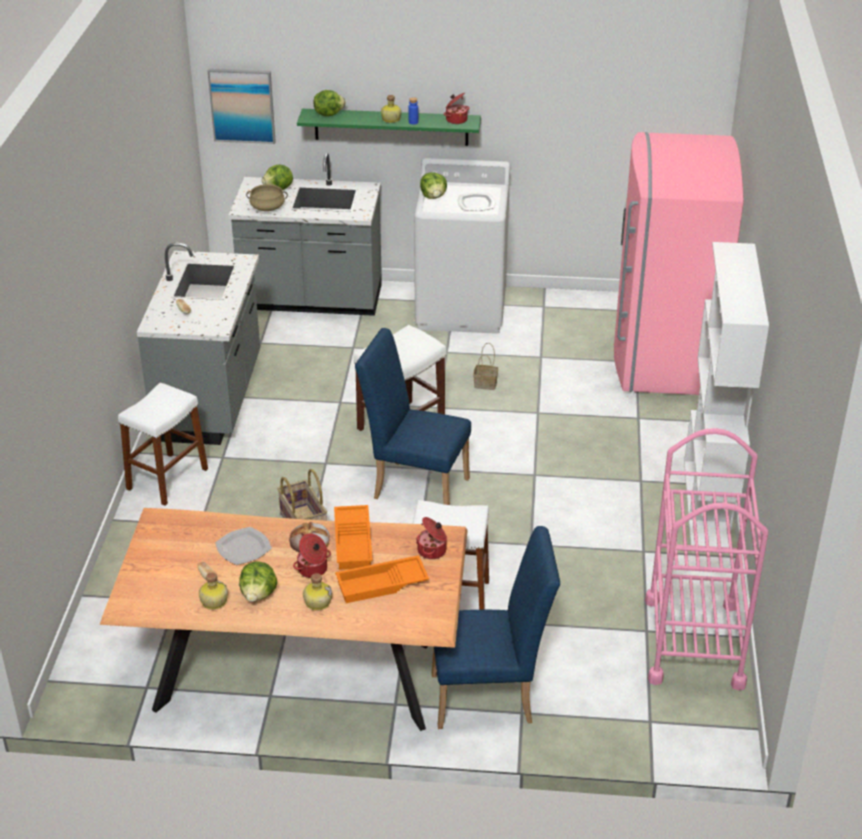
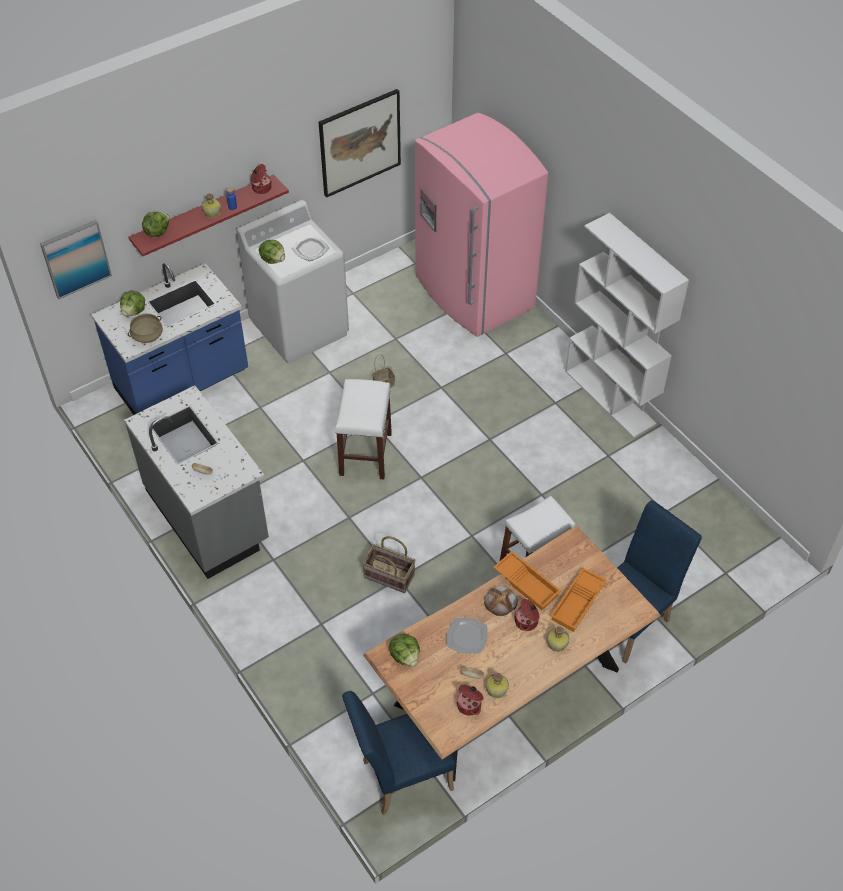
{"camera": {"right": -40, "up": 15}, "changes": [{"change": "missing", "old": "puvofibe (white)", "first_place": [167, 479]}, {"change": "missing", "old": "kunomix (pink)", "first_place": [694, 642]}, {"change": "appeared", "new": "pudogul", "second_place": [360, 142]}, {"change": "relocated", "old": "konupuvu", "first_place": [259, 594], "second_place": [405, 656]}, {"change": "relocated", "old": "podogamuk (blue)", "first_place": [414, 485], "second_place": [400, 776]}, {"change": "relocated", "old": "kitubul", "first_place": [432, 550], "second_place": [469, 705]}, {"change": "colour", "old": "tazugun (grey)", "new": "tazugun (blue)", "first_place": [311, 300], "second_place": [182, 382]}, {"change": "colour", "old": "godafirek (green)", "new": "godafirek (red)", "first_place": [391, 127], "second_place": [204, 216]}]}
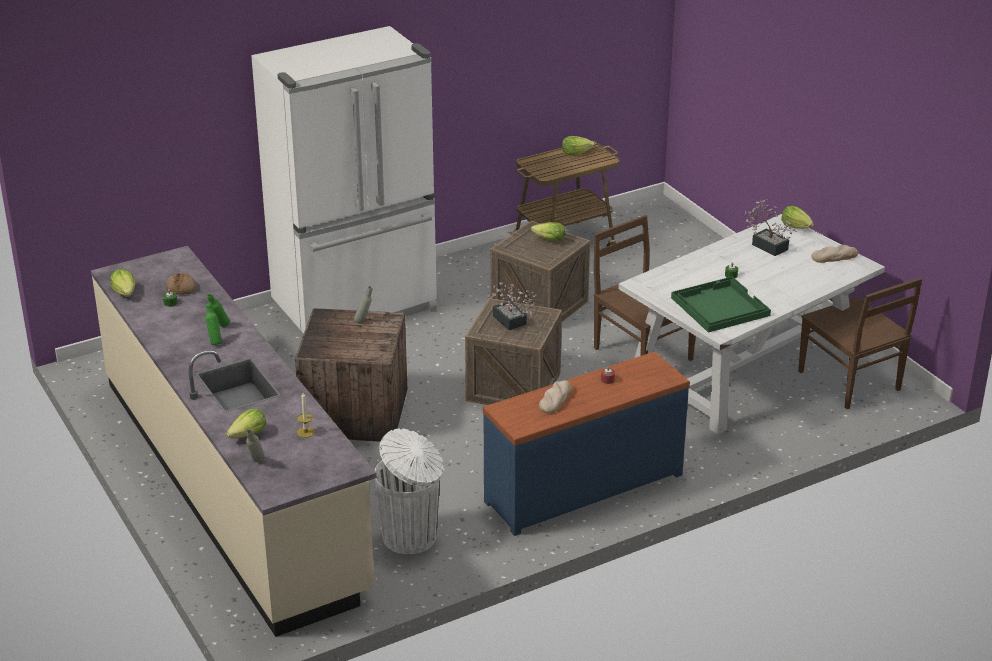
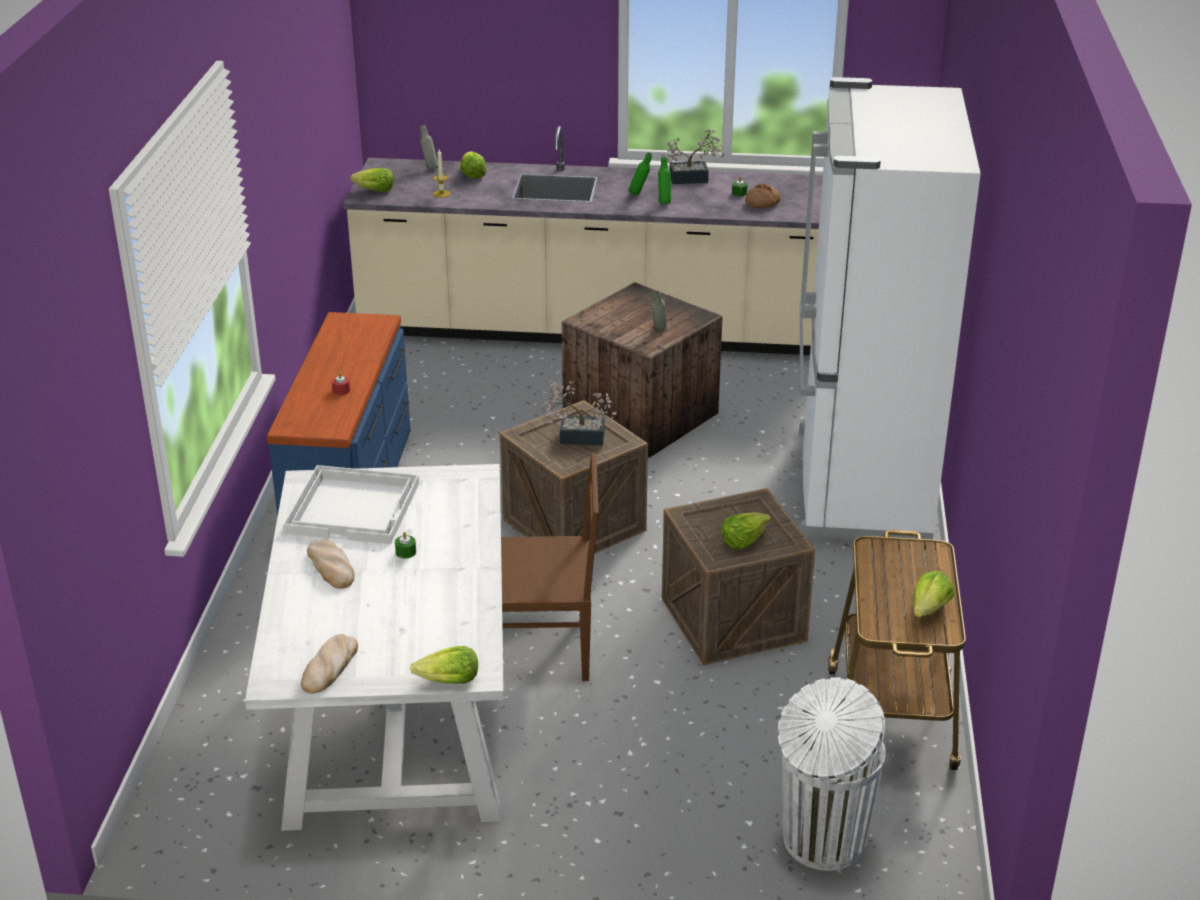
{"camera": {"right": 125, "up": 0}, "changes": [{"change": "missing", "old": "podogamuk (brown)", "first_place": [850, 382]}, {"change": "relocated", "old": "konupuvu", "first_place": [125, 292], "second_place": [374, 191]}, {"change": "relocated", "old": "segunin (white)", "first_place": [411, 537], "second_place": [822, 841]}, {"change": "relocated", "old": "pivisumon", "first_place": [555, 399], "second_place": [332, 567]}, {"change": "relocated", "old": "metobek", "first_place": [767, 245], "second_place": [693, 178]}, {"change": "colour", "old": "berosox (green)", "new": "berosox (white)", "first_place": [719, 306], "second_place": [354, 507]}]}
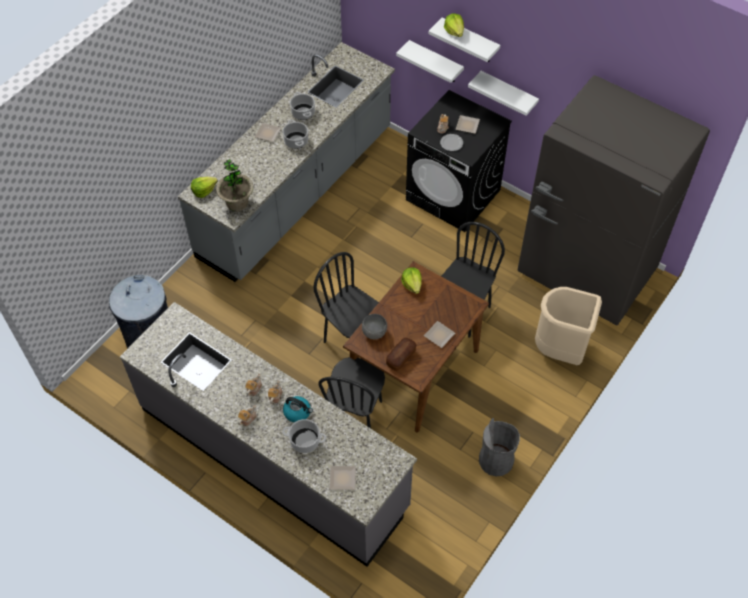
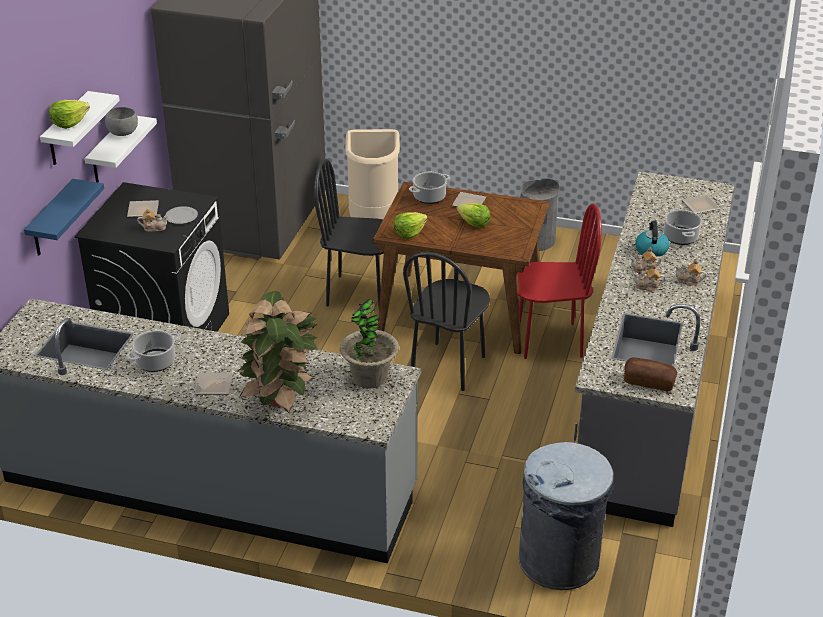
{"camera": {"right": -110, "up": -20}, "changes": [{"change": "appeared", "new": "metobek", "second_place": [280, 398]}, {"change": "relocated", "old": "konupuvu", "first_place": [204, 190], "second_place": [473, 223]}, {"change": "relocated", "old": "kitubul", "first_place": [296, 141], "second_place": [429, 197]}, {"change": "relocated", "old": "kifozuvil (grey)", "first_place": [374, 332], "second_place": [122, 133]}, {"change": "relocated", "old": "pivisumon", "first_place": [401, 357], "second_place": [649, 382]}, {"change": "colour", "old": "podogamuk (black)", "new": "podogamuk (red)", "first_place": [355, 415], "second_place": [549, 341]}, {"change": "colour", "old": "godafirek (white)", "new": "godafirek (blue)", "first_place": [435, 62], "second_place": [51, 220]}]}
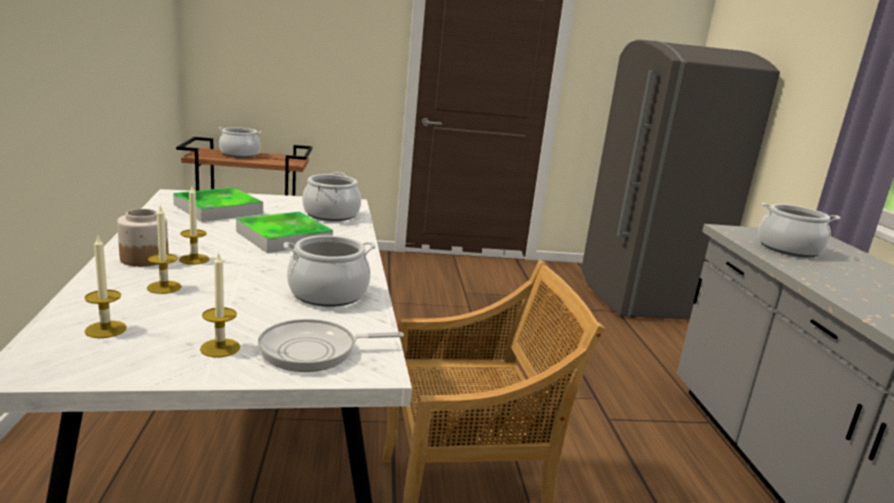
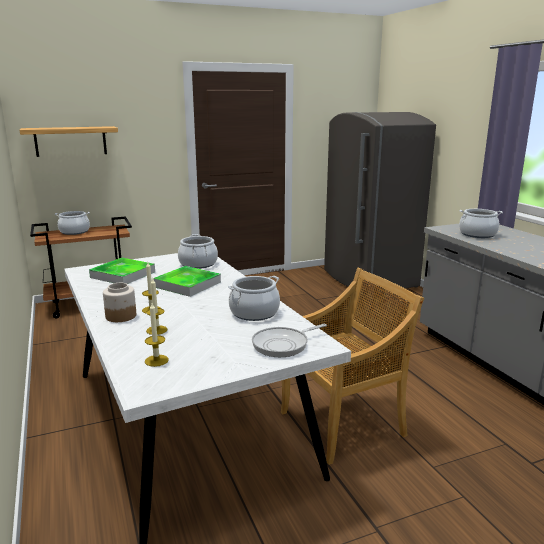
{"camera": {"right": -15, "up": 0}, "changes": [{"change": "missing", "old": "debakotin", "first_place": [220, 348]}, {"change": "appeared", "new": "godafirek", "second_place": [70, 141]}]}
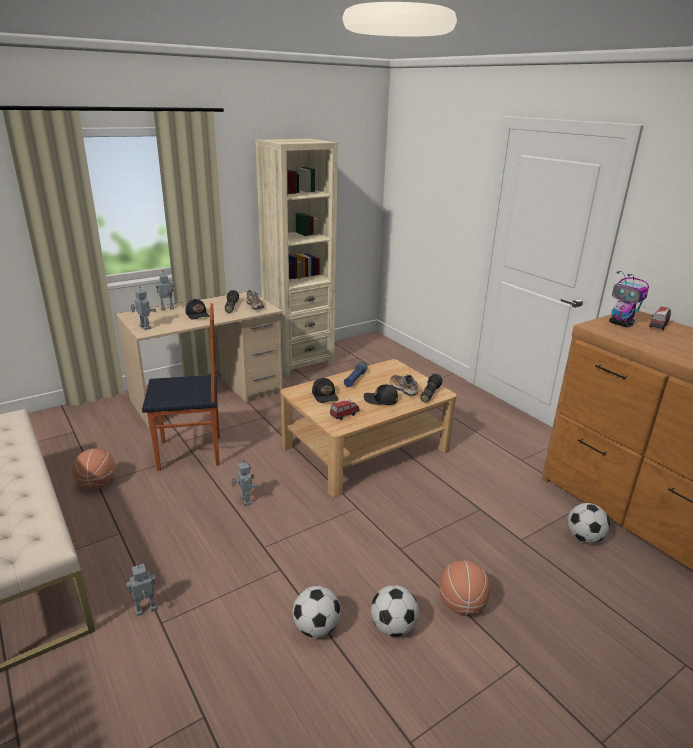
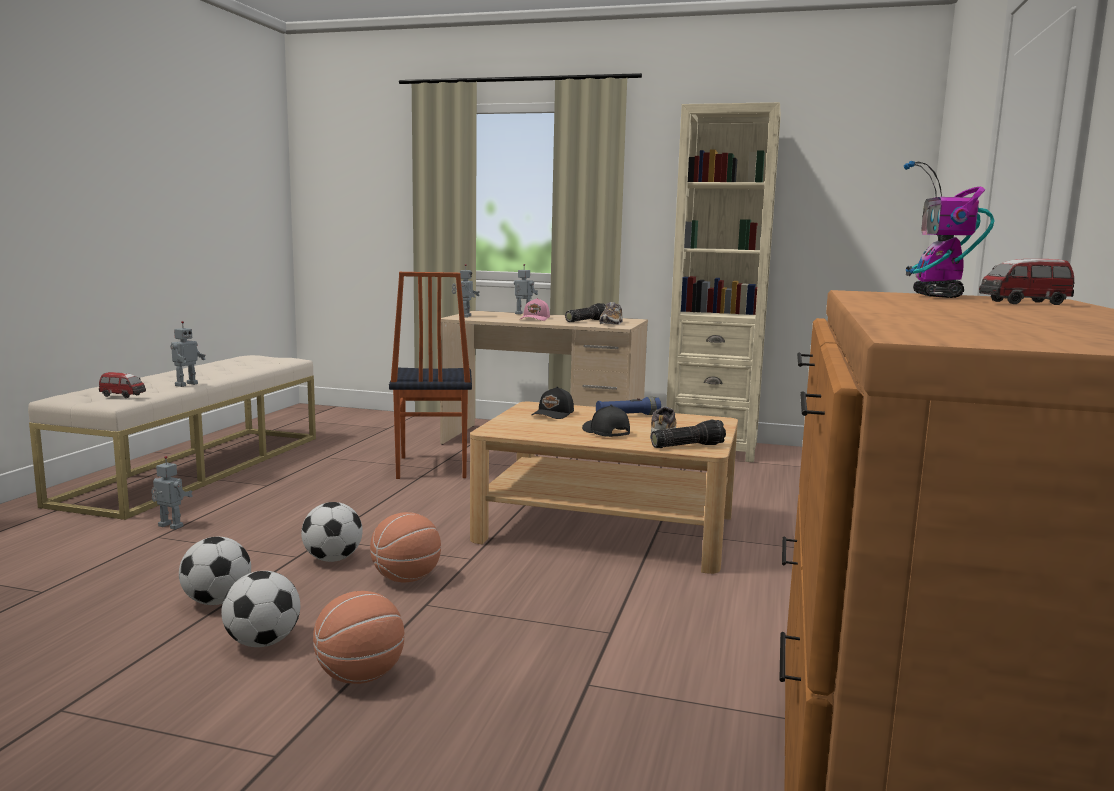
{"camera": {"right": 50, "up": -15}, "changes": [{"change": "relocated", "old": "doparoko", "first_place": [97, 483], "second_place": [406, 578]}, {"change": "relocated", "old": "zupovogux", "first_place": [245, 501], "second_place": [185, 384]}, {"change": "relocated", "old": "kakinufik", "first_place": [344, 415], "second_place": [123, 396]}, {"change": "relocated", "old": "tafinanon", "first_place": [584, 537], "second_place": [333, 559]}, {"change": "colour", "old": "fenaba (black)", "new": "fenaba (pink)", "first_place": [198, 315], "second_place": [535, 319]}, {"change": "spun", "old": "podogamuk", "first_place": [190, 454], "second_place": [430, 467], "degrees": 45}]}
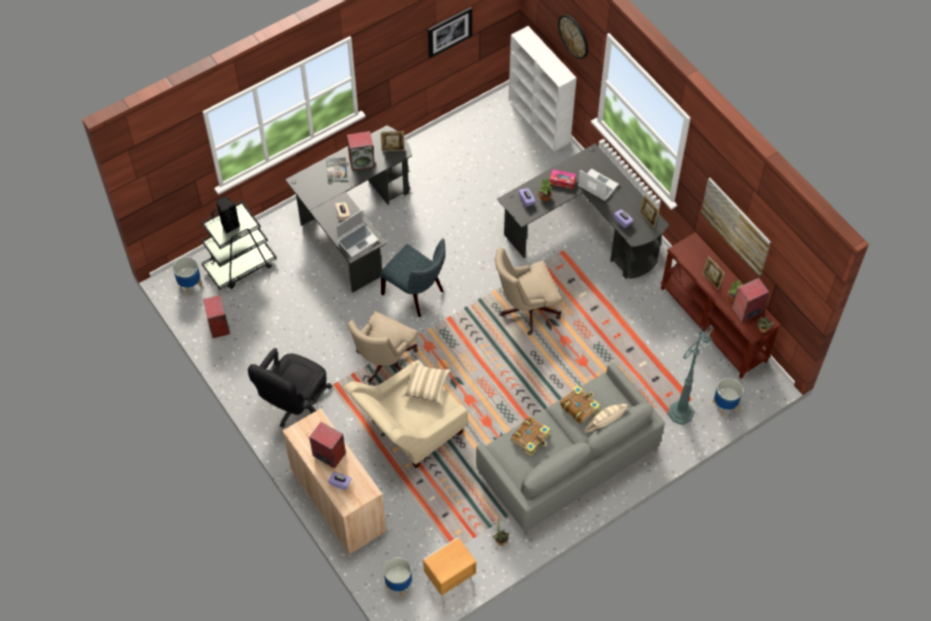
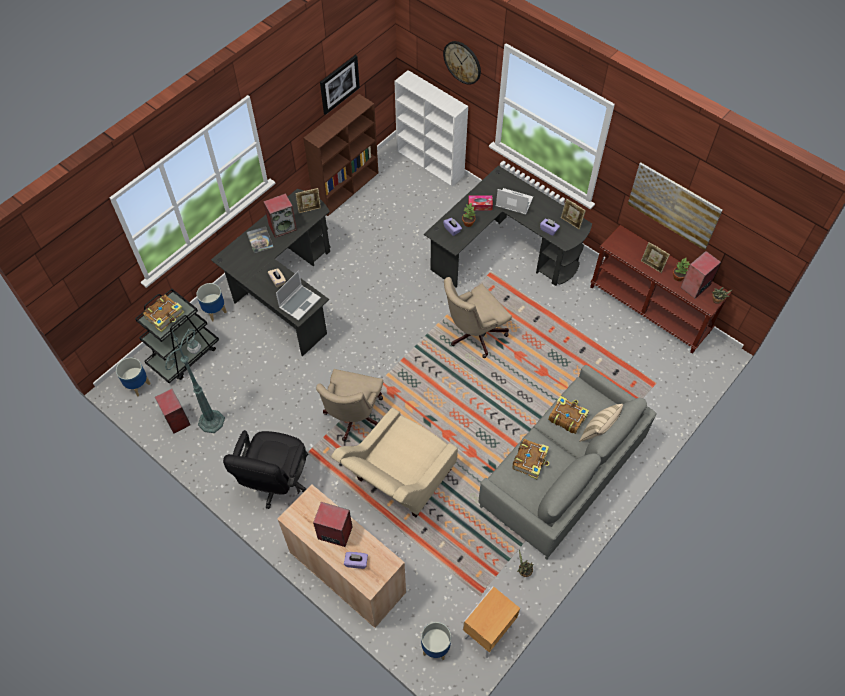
{"camera": {"right": -15, "up": 0}, "changes": [{"change": "missing", "old": "podogamuk (grey)", "first_place": [416, 293]}, {"change": "missing", "old": "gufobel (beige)", "first_place": [426, 386]}, {"change": "appeared", "new": "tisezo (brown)", "second_place": [346, 188]}, {"change": "relocated", "old": "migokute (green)", "first_place": [682, 411], "second_place": [212, 420]}, {"change": "relocated", "old": "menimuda", "first_place": [725, 406], "second_place": [215, 311]}, {"change": "exchanged", "old": "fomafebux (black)", "new": "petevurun", "first_place": [229, 225], "second_place": [165, 316]}]}
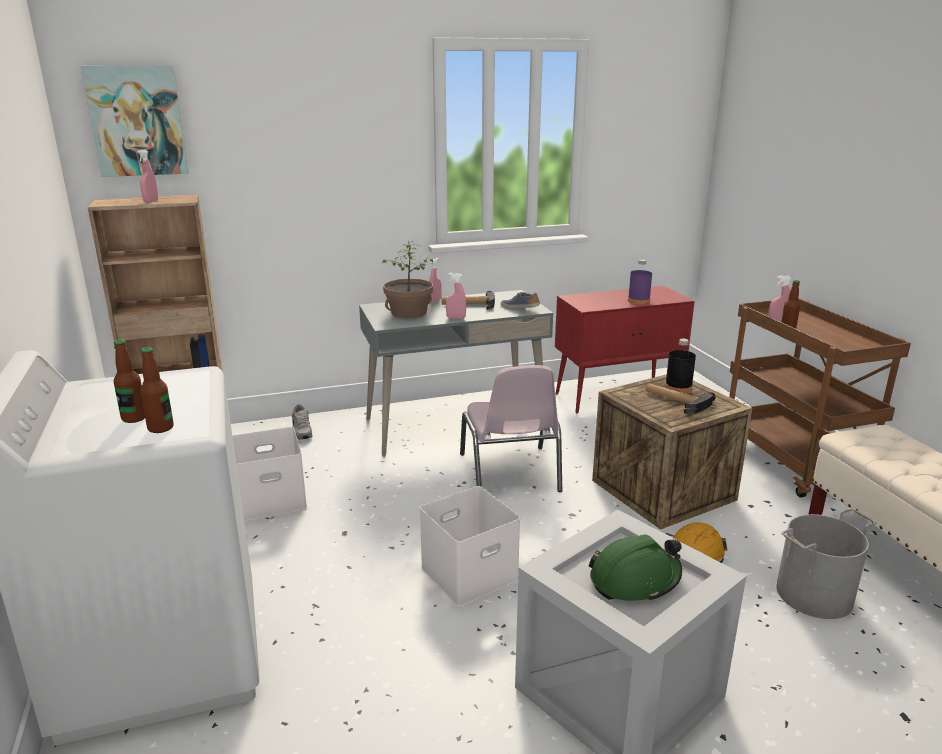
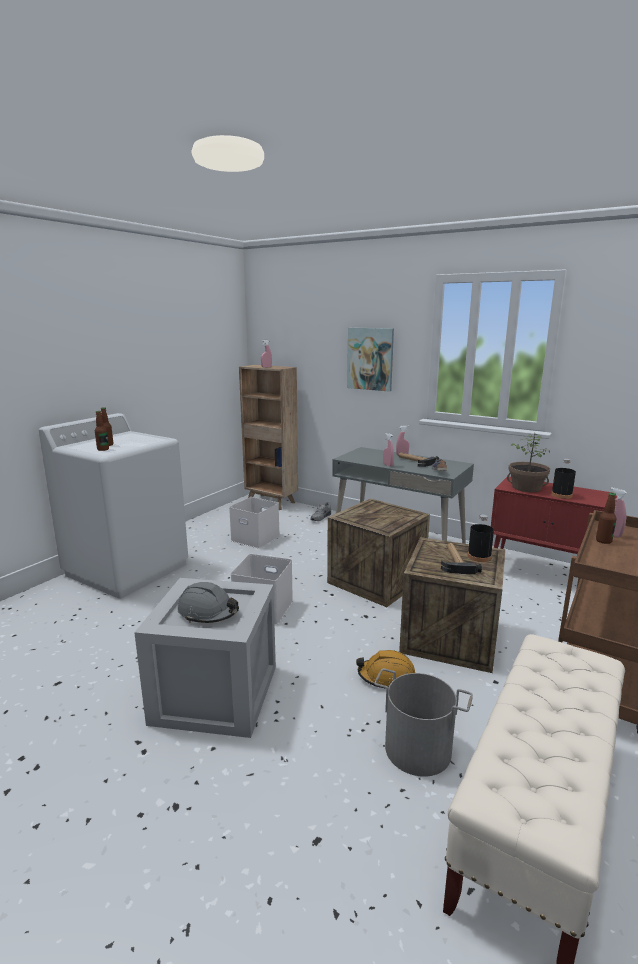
{"camera": {"right": 50, "up": -5}, "changes": [{"change": "relocated", "old": "pudogul", "first_place": [137, 121], "second_place": [370, 359]}, {"change": "relocated", "old": "metobek", "first_place": [409, 312], "second_place": [526, 487]}, {"change": "exchanged", "old": "podogamuk (pink)", "new": "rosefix", "first_place": [510, 473], "second_place": [376, 581]}, {"change": "colour", "old": "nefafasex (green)", "new": "nefafasex (grey)", "first_place": [635, 580], "second_place": [208, 612]}, {"change": "colour", "old": "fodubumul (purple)", "new": "fodubumul (black)", "first_place": [638, 301], "second_place": [561, 495]}]}
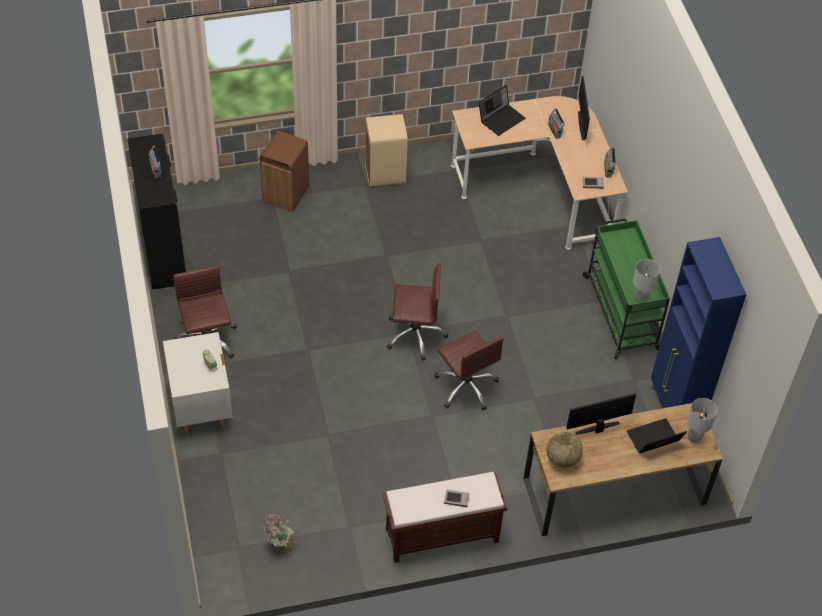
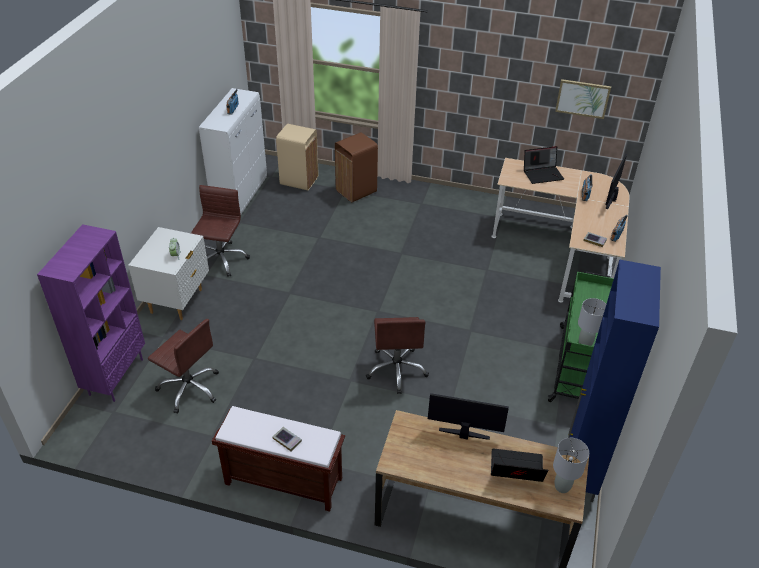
{"camera": {"right": 30, "up": -10}, "changes": [{"change": "missing", "old": "metobek", "first_place": [281, 546]}, {"change": "missing", "old": "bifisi", "first_place": [562, 459]}, {"change": "appeared", "new": "tisezo (purple)", "second_place": [116, 376]}, {"change": "appeared", "new": "pudogul", "second_place": [582, 98]}, {"change": "relocated", "old": "segunin (beige)", "first_place": [385, 174], "second_place": [299, 181]}, {"change": "relocated", "old": "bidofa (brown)", "first_place": [415, 334], "second_place": [189, 388]}, {"change": "colour", "old": "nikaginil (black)", "new": "nikaginil (white)", "first_place": [163, 252], "second_place": [240, 196]}]}
